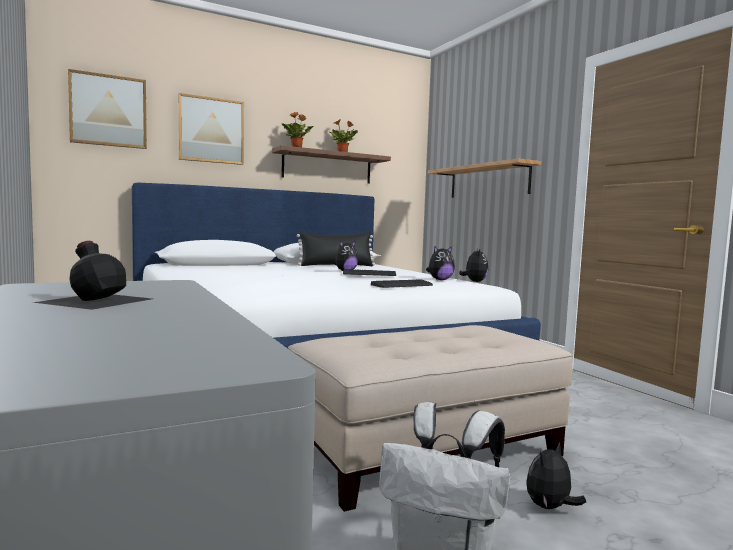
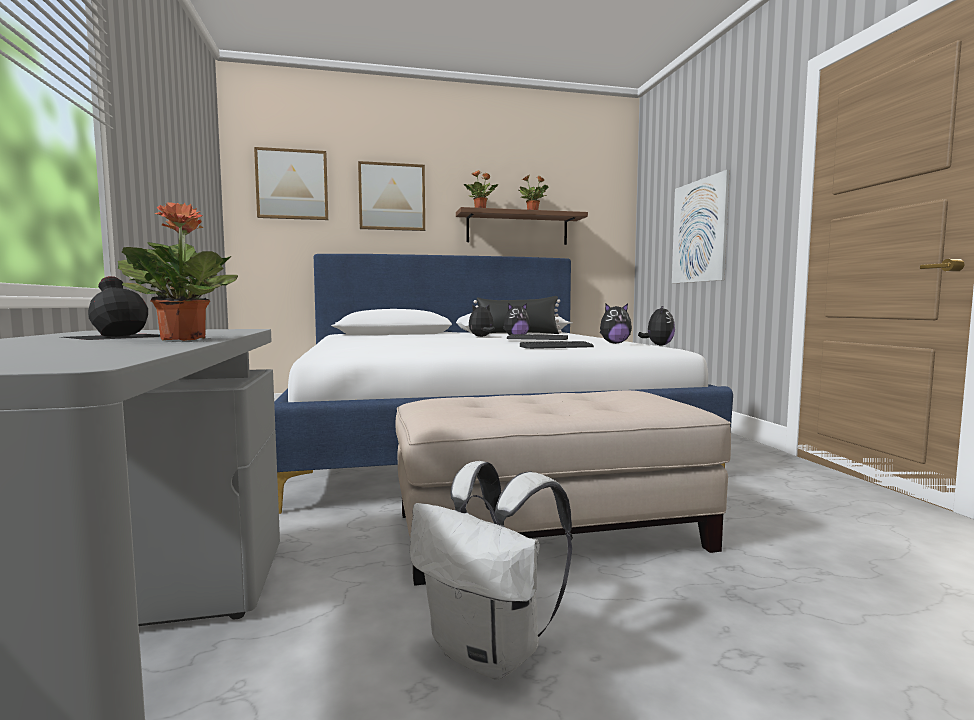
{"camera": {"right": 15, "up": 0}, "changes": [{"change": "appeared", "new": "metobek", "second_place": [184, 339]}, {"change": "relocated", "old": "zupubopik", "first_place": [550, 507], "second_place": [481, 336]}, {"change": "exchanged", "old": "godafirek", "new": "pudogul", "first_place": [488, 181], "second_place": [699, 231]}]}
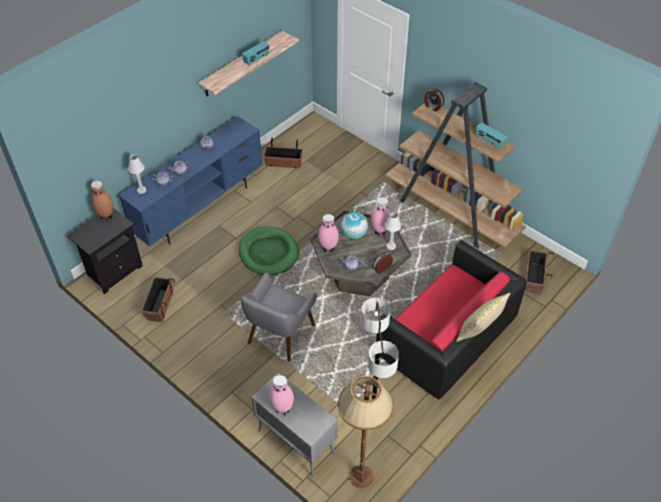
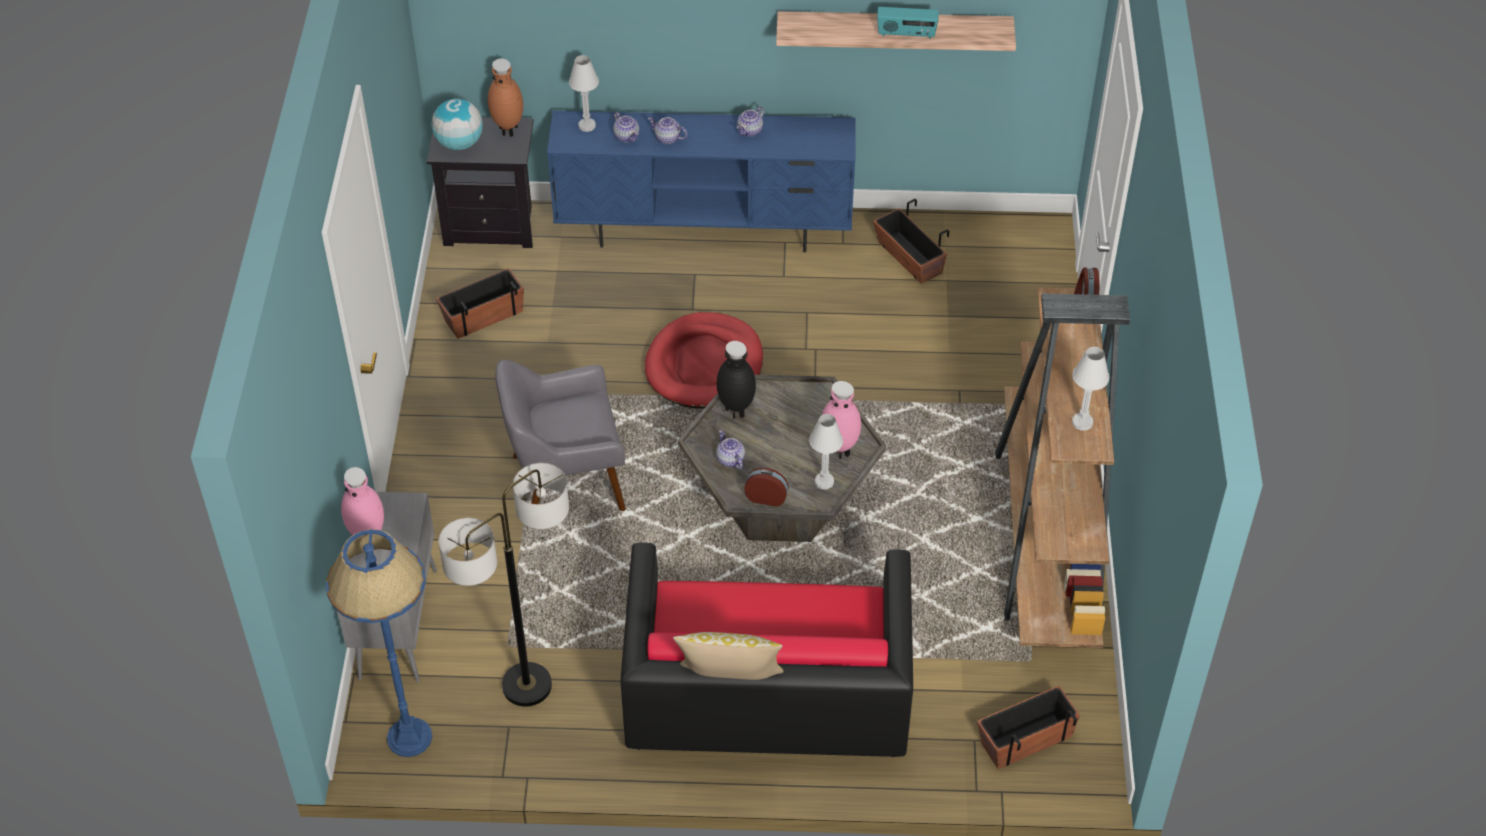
{"camera": {"right": 50, "up": 0}, "changes": [{"change": "relocated", "old": "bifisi", "first_place": [354, 234], "second_place": [459, 143]}, {"change": "exchanged", "old": "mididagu", "new": "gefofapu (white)", "first_place": [489, 142], "second_place": [1082, 422]}, {"change": "colour", "old": "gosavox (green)", "new": "gosavox (red)", "first_place": [268, 253], "second_place": [704, 365]}, {"change": "colour", "old": "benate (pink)", "new": "benate (black)", "first_place": [328, 248], "second_place": [737, 410]}, {"change": "colour", "old": "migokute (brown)", "new": "migokute (blue)", "first_place": [361, 476], "second_place": [409, 737]}]}
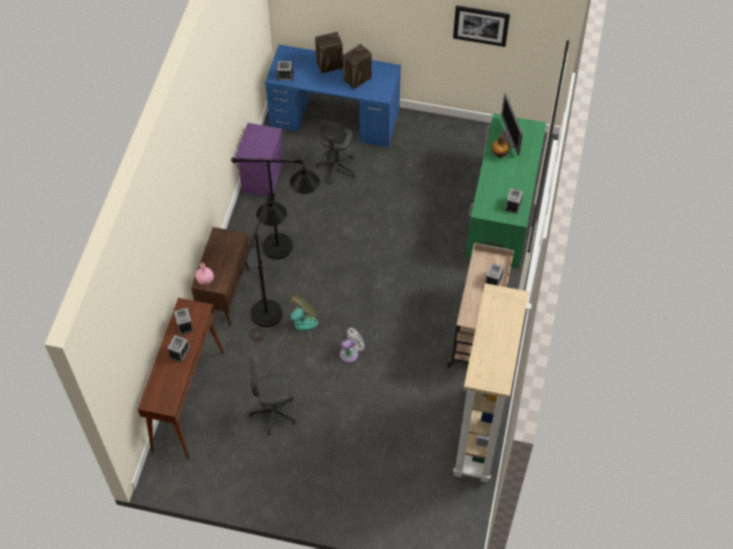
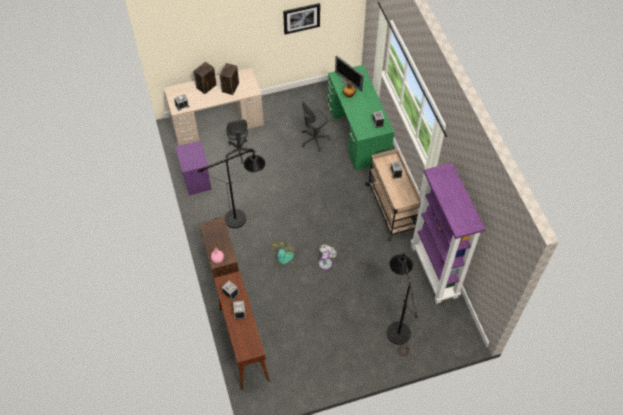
{"camera": {"right": -30, "up": 0}, "changes": [{"change": "relocated", "old": "migokute (black)", "first_place": [270, 306], "second_place": [396, 327]}, {"change": "relocated", "old": "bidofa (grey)", "first_place": [273, 413], "second_place": [314, 139]}, {"change": "colour", "old": "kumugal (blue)", "new": "kumugal (beige)", "first_place": [335, 118], "second_place": [217, 121]}, {"change": "colour", "old": "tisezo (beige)", "new": "tisezo (purple)", "first_place": [480, 435], "second_place": [434, 271]}]}
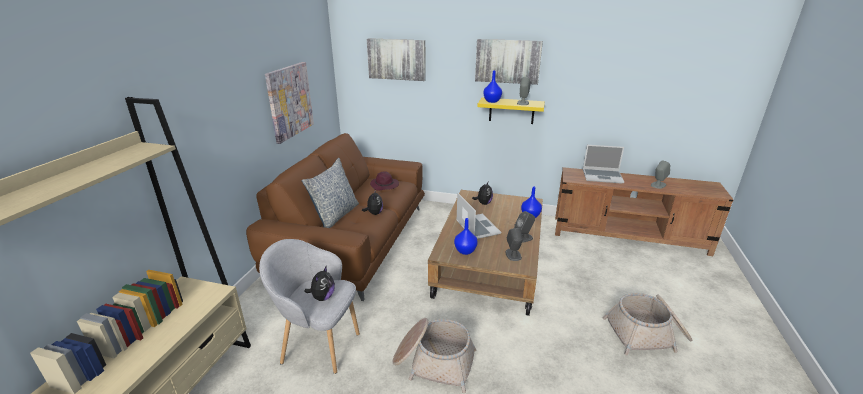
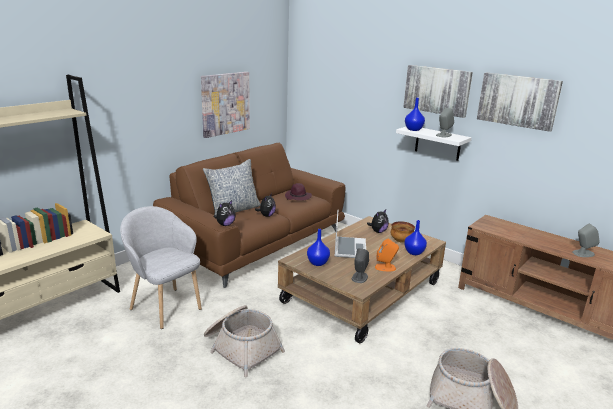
{"camera": {"right": 25, "up": -5}, "changes": [{"change": "missing", "old": "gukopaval", "first_place": [602, 176]}, {"change": "appeared", "new": "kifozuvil", "second_place": [401, 241]}, {"change": "relocated", "old": "zupubopik", "first_place": [322, 297], "second_place": [225, 224]}, {"change": "relocated", "old": "pudogul", "first_place": [396, 59], "second_place": [518, 100]}, {"change": "colour", "old": "godafirek (yellow)", "new": "godafirek (white)", "first_place": [511, 110], "second_place": [437, 143]}, {"change": "colour", "old": "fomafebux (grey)", "new": "fomafebux (orange)", "first_place": [523, 238], "second_place": [385, 267]}]}
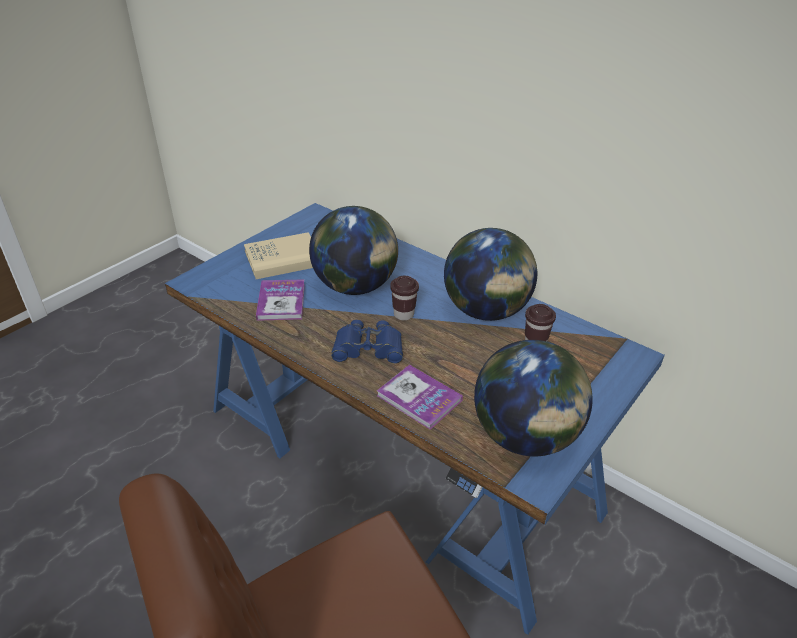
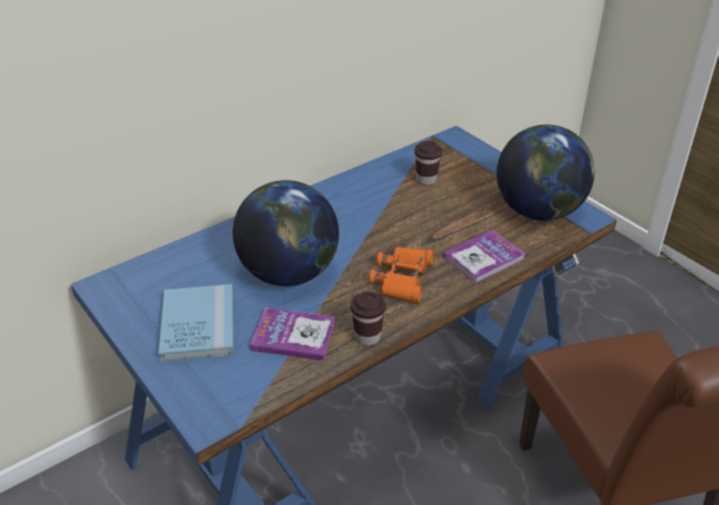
{"camera": {"right": -75, "up": 0}, "changes": [{"change": "missing", "old": "bifisi", "first_place": [486, 311]}, {"change": "relocated", "old": "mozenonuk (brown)", "first_place": [403, 314], "second_place": [367, 337]}, {"change": "colour", "old": "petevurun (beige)", "new": "petevurun (blue)", "first_place": [283, 258], "second_place": [198, 326]}, {"change": "colour", "old": "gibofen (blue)", "new": "gibofen (orange)", "first_place": [368, 348], "second_place": [403, 279]}]}
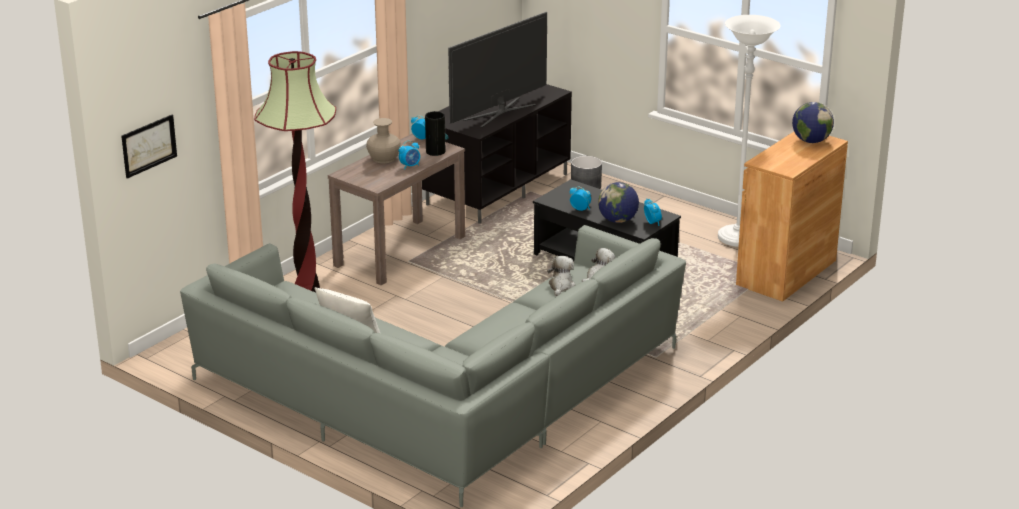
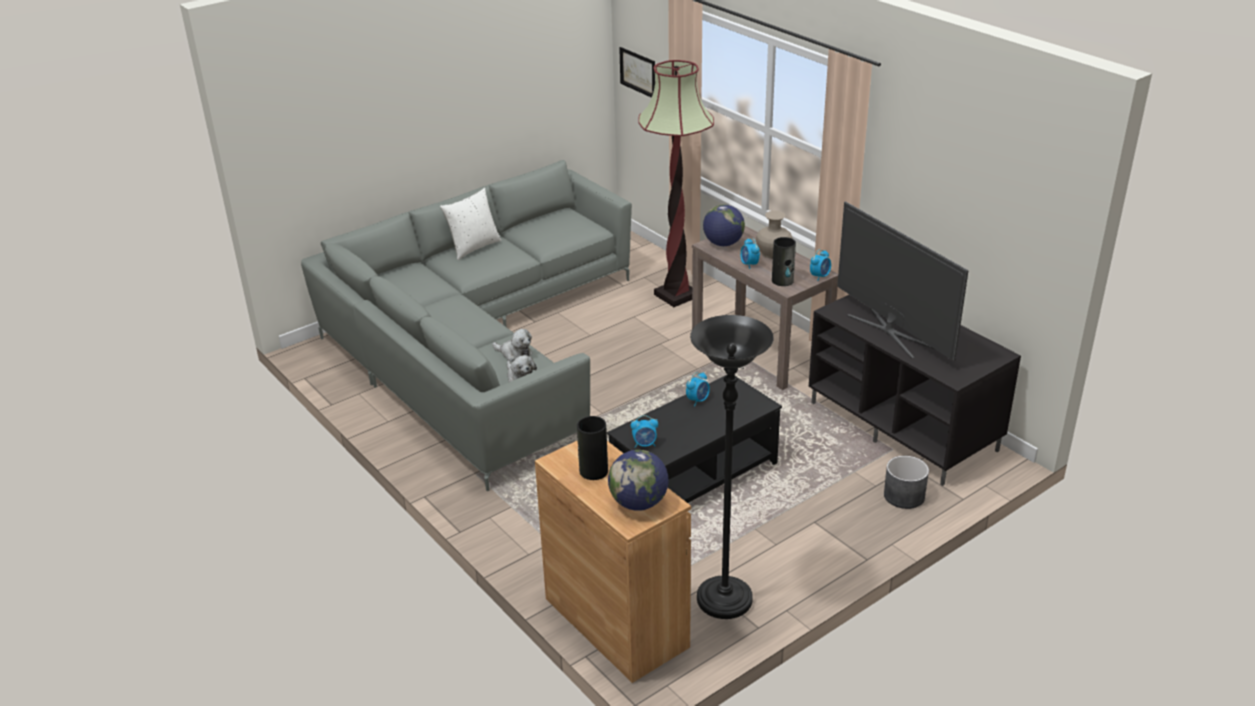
{"camera": {"right": 105, "up": 5}, "changes": [{"change": "appeared", "new": "benate", "second_place": [593, 471]}, {"change": "relocated", "old": "bifisi", "first_place": [618, 220], "second_place": [723, 244]}, {"change": "colour", "old": "migokute (white)", "new": "migokute (black)", "first_place": [737, 238], "second_place": [724, 600]}]}
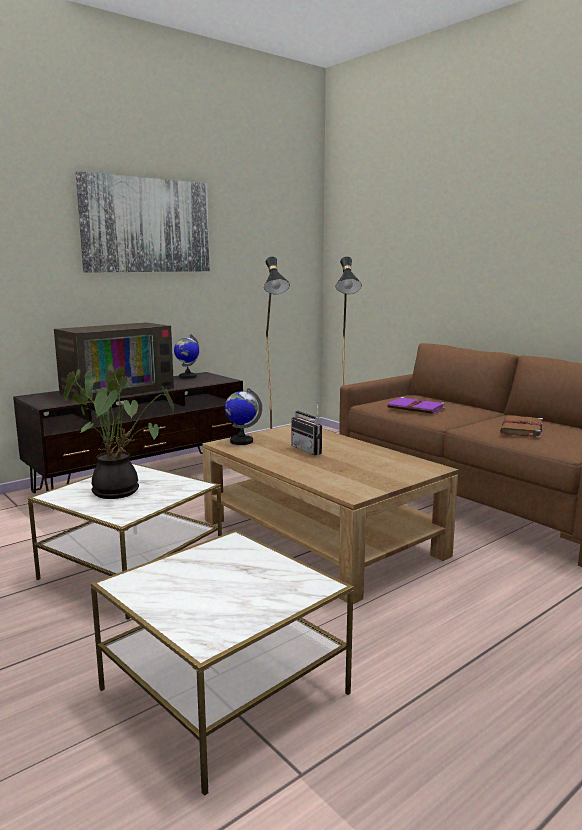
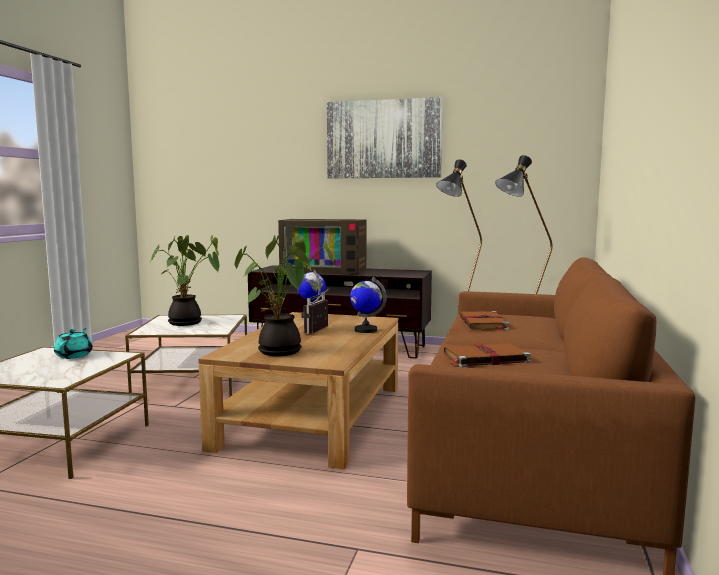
{"camera": {"right": 55, "up": -5}, "changes": [{"change": "appeared", "new": "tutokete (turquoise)", "second_place": [74, 355]}, {"change": "appeared", "new": "metobek", "second_place": [282, 352]}, {"change": "relocated", "old": "bifisi", "first_place": [187, 377], "second_place": [365, 330]}, {"change": "colour", "old": "petevurun (purple)", "new": "petevurun (brown)", "first_place": [417, 408], "second_place": [483, 323]}]}
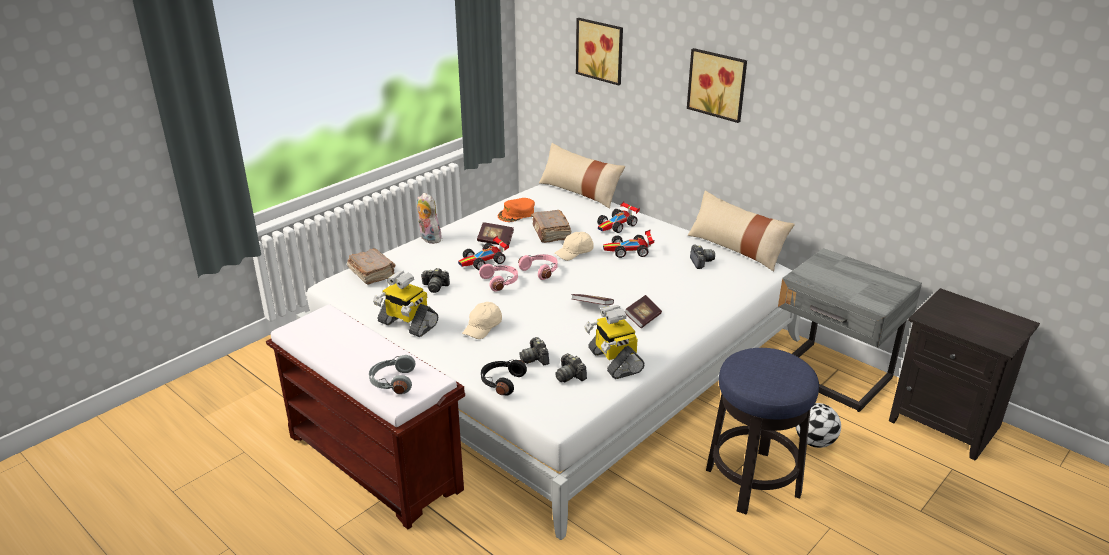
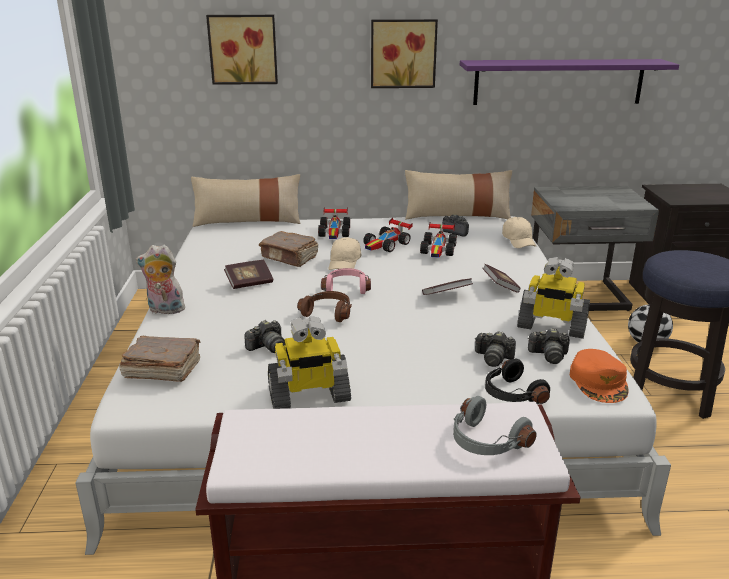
{"camera": {"right": -45, "up": -5}, "changes": [{"change": "appeared", "new": "godafirek (purple)", "second_place": [558, 82]}, {"change": "relocated", "old": "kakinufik", "first_place": [484, 261], "second_place": [439, 249]}, {"change": "relocated", "old": "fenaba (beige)", "first_place": [483, 327], "second_place": [519, 241]}, {"change": "relocated", "old": "fenaba (orange)", "first_place": [516, 214], "second_place": [599, 382]}, {"change": "colour", "old": "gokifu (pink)", "new": "gokifu (brown)", "first_place": [500, 282], "second_place": [328, 312]}]}
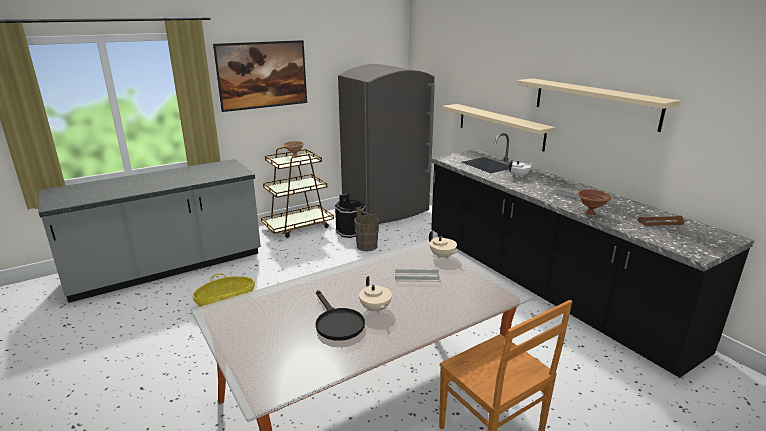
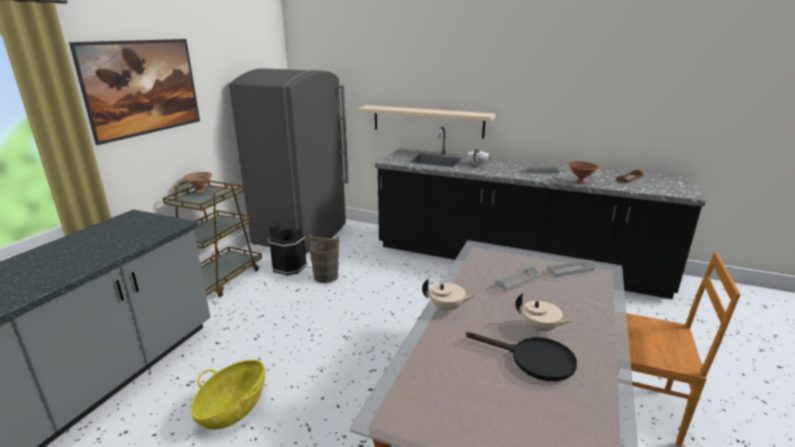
{"camera": {"right": -35, "up": 0}, "changes": [{"change": "missing", "old": "godafirek (beige)", "first_place": [594, 103]}, {"change": "appeared", "new": "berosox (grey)", "second_place": [570, 270]}, {"change": "relocated", "old": "tutokete (beige)", "first_place": [442, 256], "second_place": [447, 308]}]}
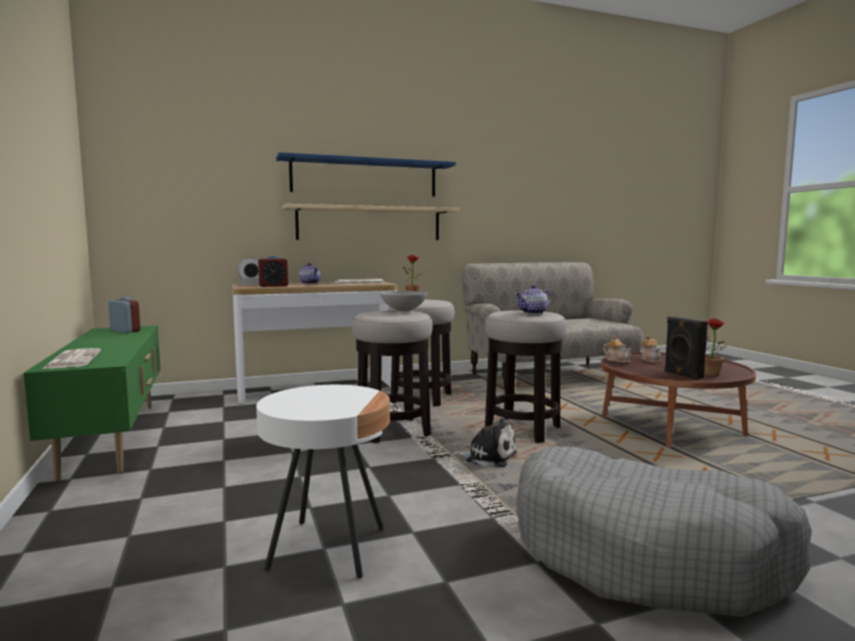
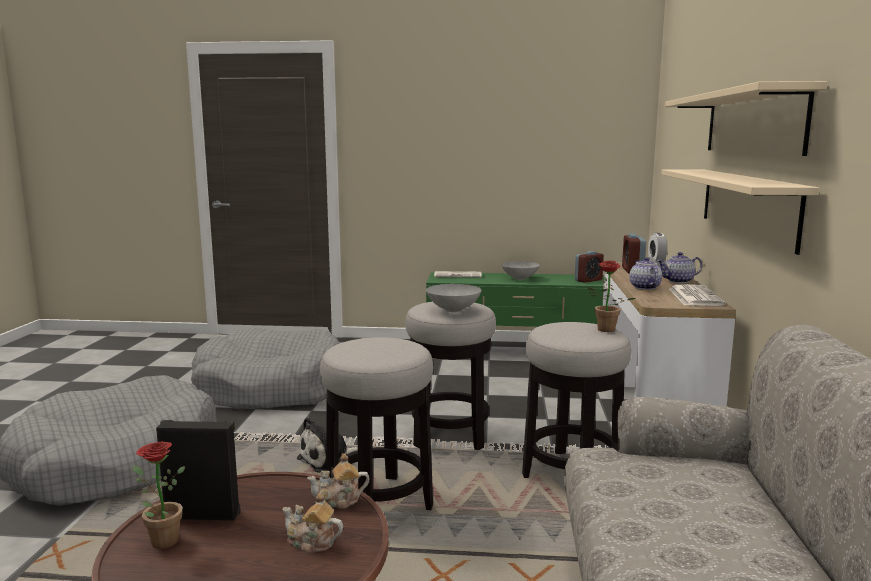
{"camera": {"right": 115, "up": 5}, "changes": [{"change": "appeared", "new": "kifozuvil (grey)", "second_place": [520, 278]}, {"change": "relocated", "old": "tutokete", "first_place": [533, 313], "second_place": [643, 287]}, {"change": "exchanged", "old": "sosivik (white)", "new": "gosavox (grey)", "first_place": [328, 548], "second_place": [271, 388]}, {"change": "colour", "old": "godafirek (blue)", "new": "godafirek (beige)", "first_place": [365, 178], "second_place": [752, 123]}]}
